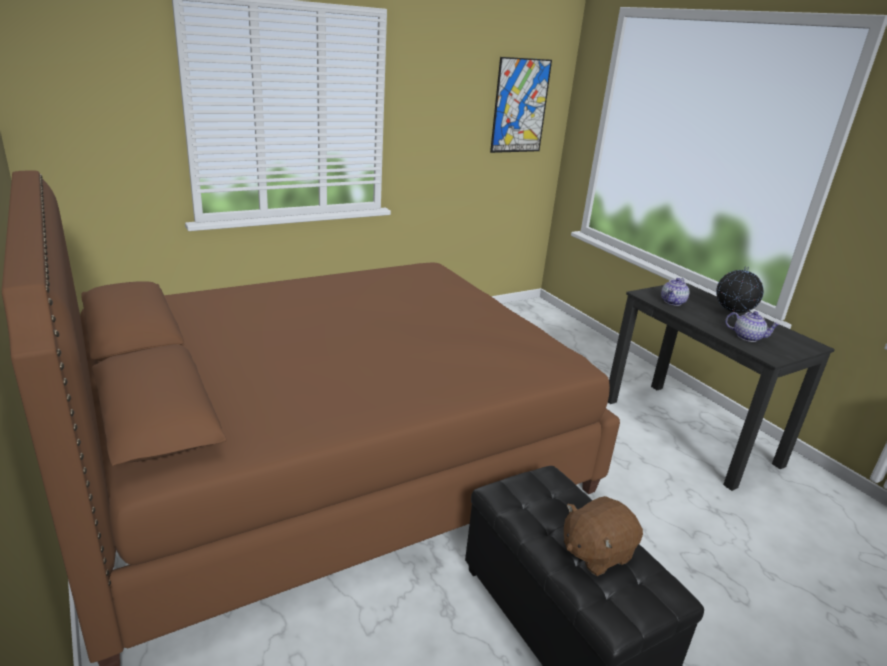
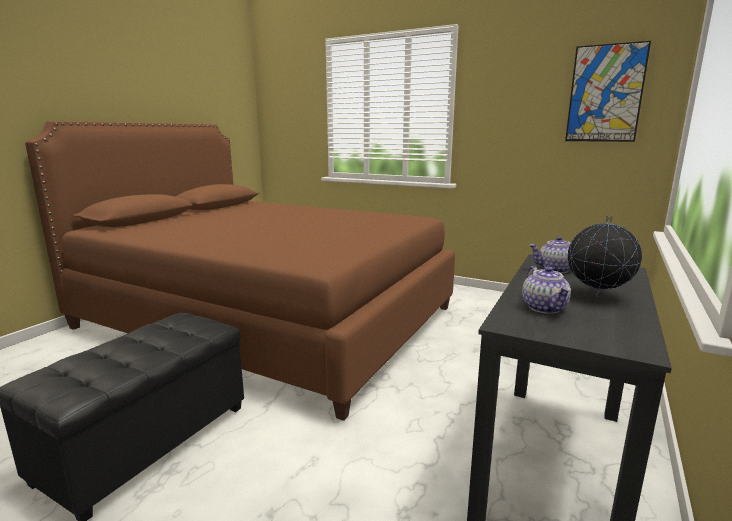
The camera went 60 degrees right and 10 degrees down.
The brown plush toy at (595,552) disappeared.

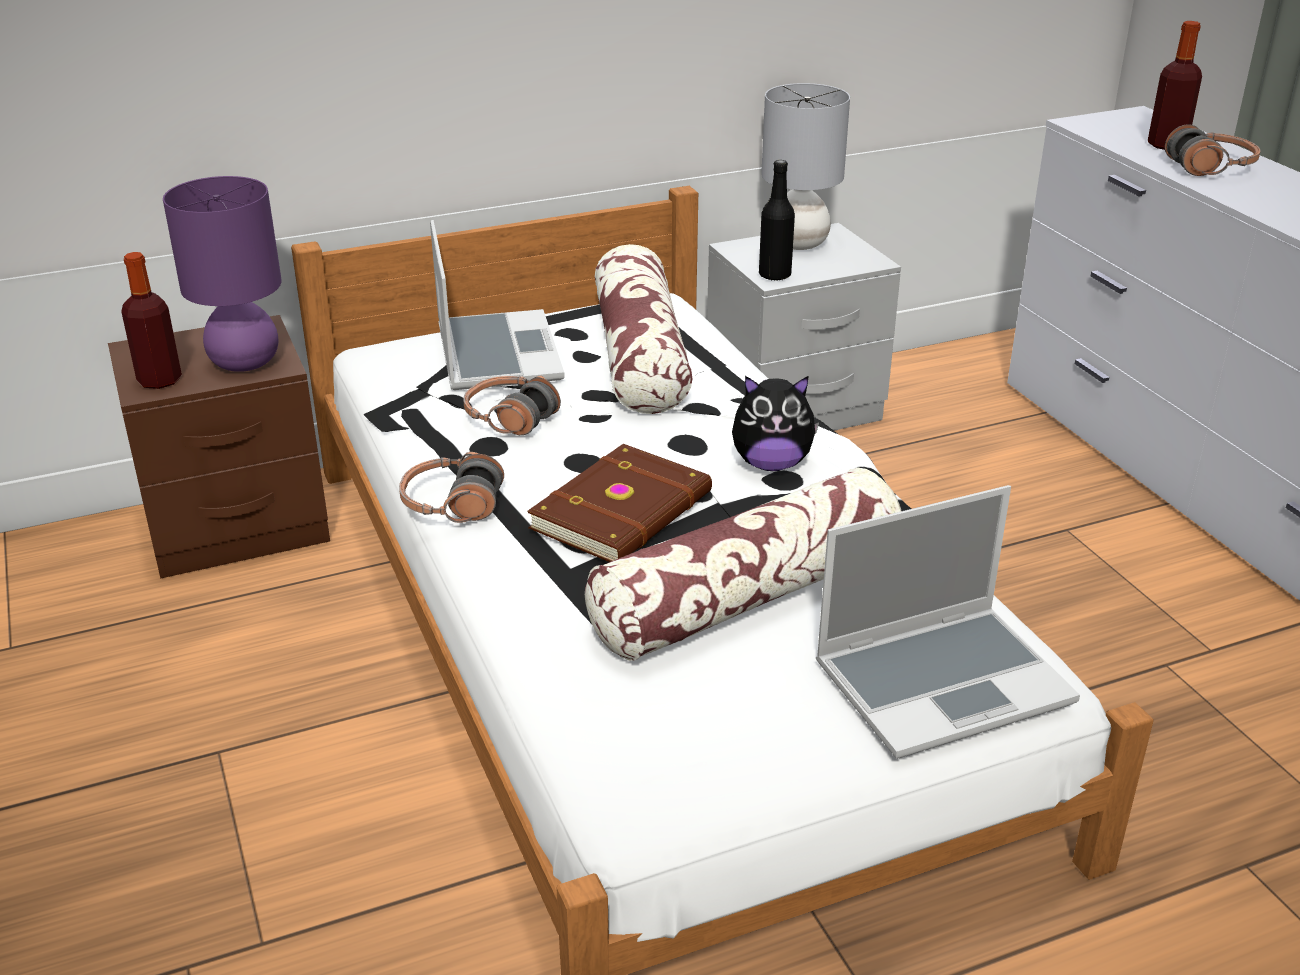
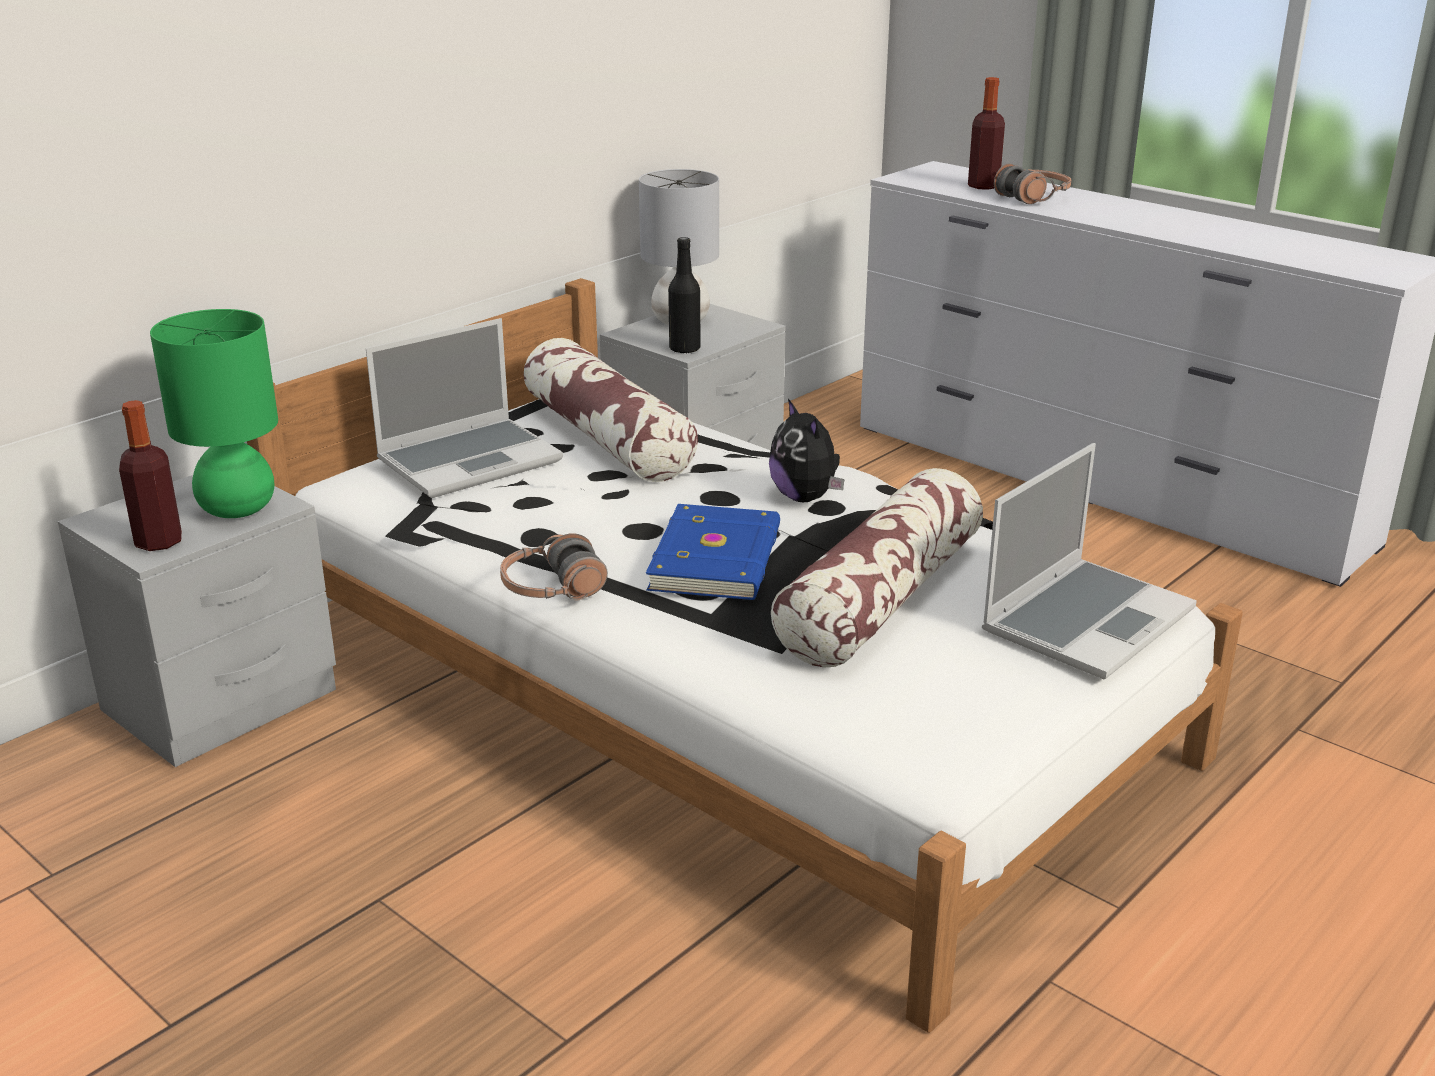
The camera went 25 degrees left and 5 degrees down.
The brown nightstand at (237,527) became the grey nightstand at (220,701).
The purple table lamp at (243,362) became the green table lamp at (236,509).
The laptop at (495,353) turned 90 degrees clockwise.
The brown book at (625,511) became the blue book at (718,559).
The plush toy at (771,464) turned 90 degrees clockwise.
The headphones at (511,418) disappeared.

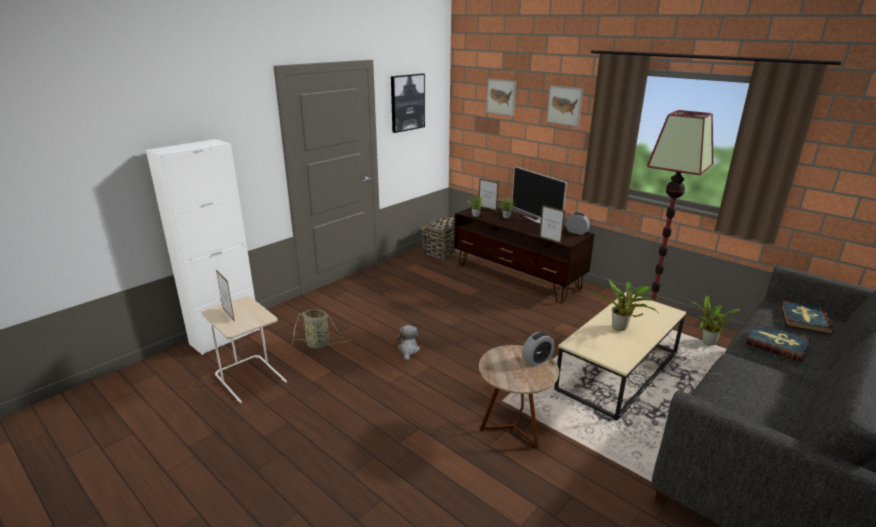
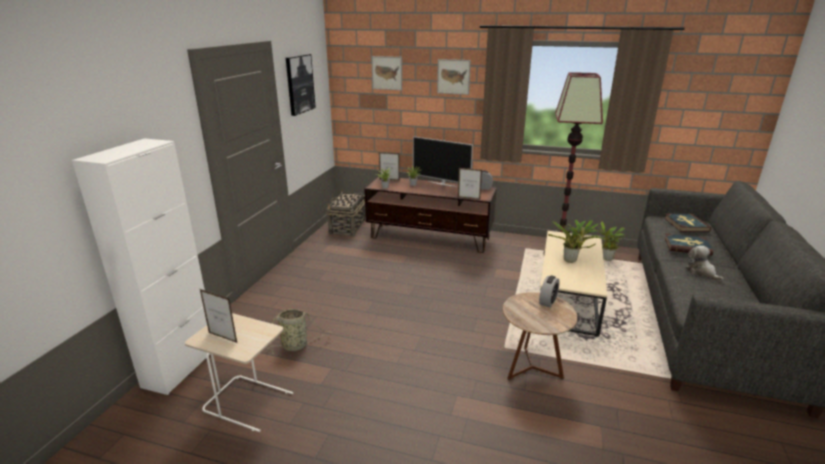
The camera went 25 degrees left and 0 degrees up.
The plush toy moved from (408,350) to (701,272).

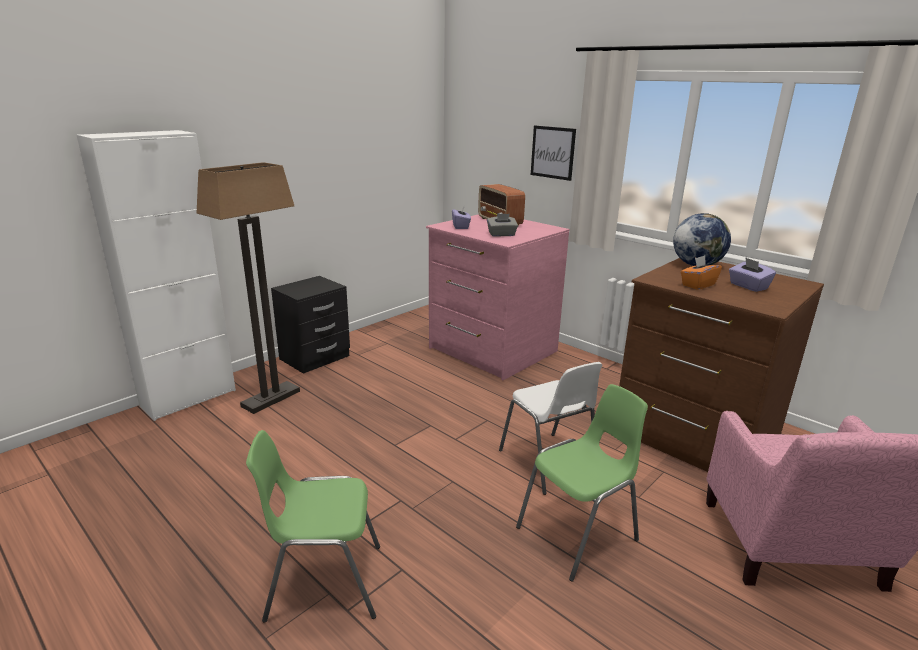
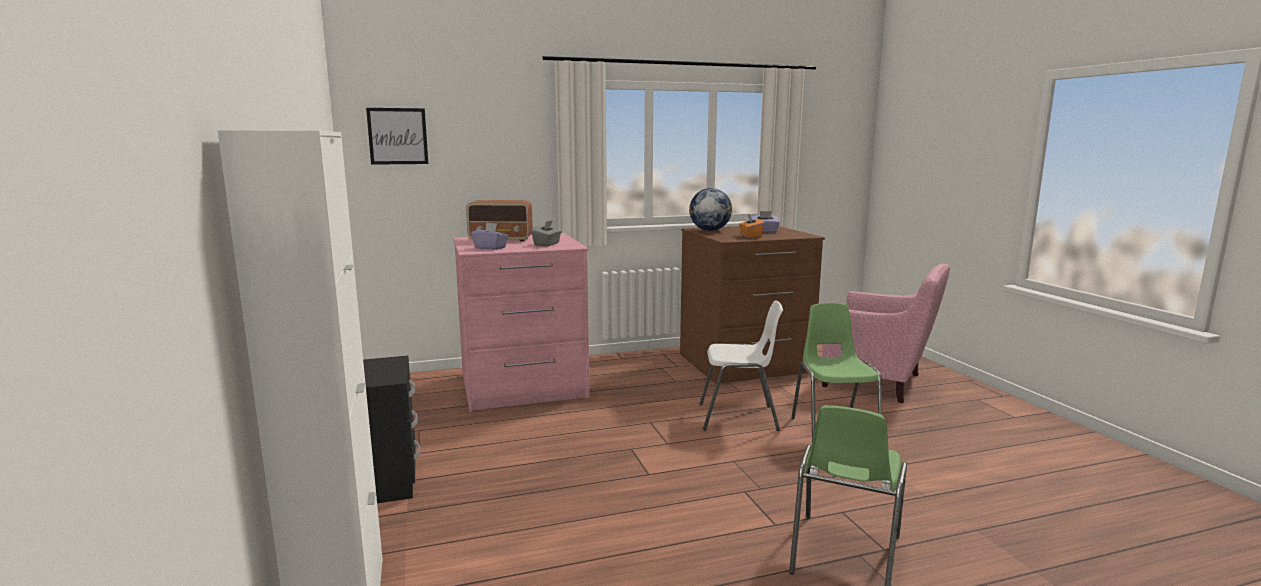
The camera went 60 degrees left and 10 degrees down.
The picture moved from (552,152) to (398,136).
The floor lamp at (271,399) disappeared.

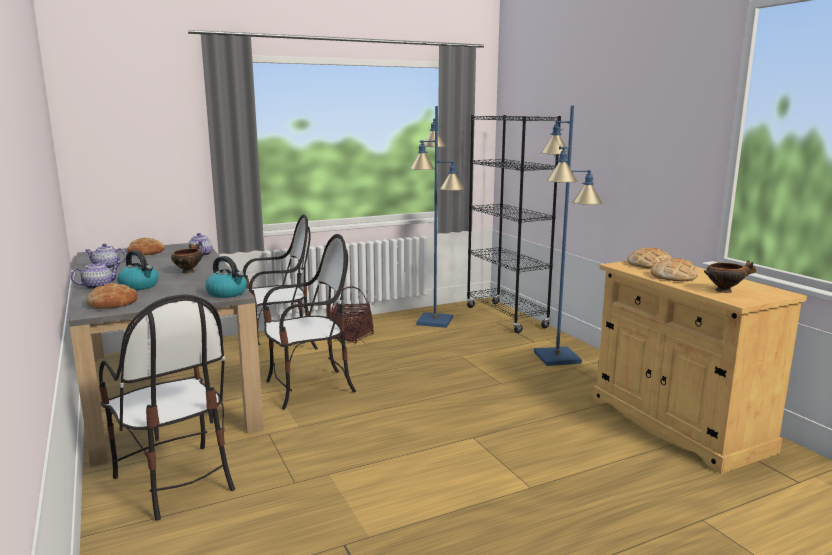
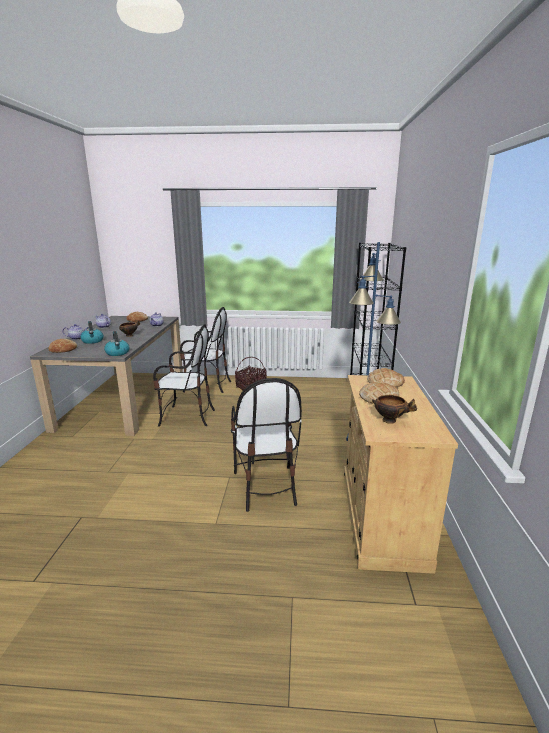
The camera went 30 degrees right and 5 degrees up.
The chair moved from (175,481) to (265,487).
The blue floor lamp at (435,321) disappeared.

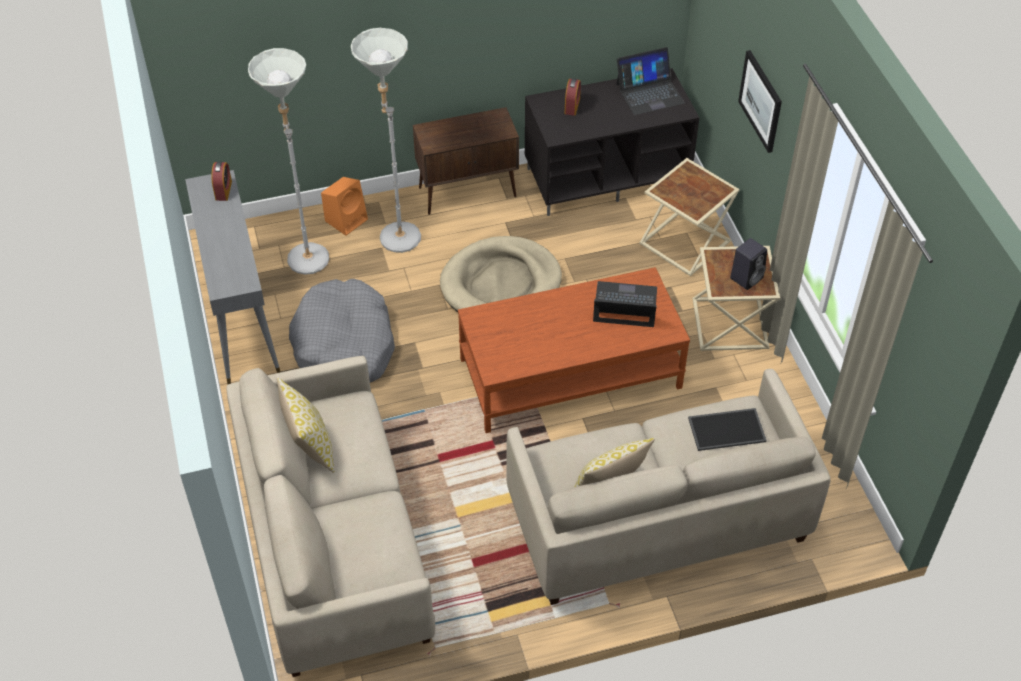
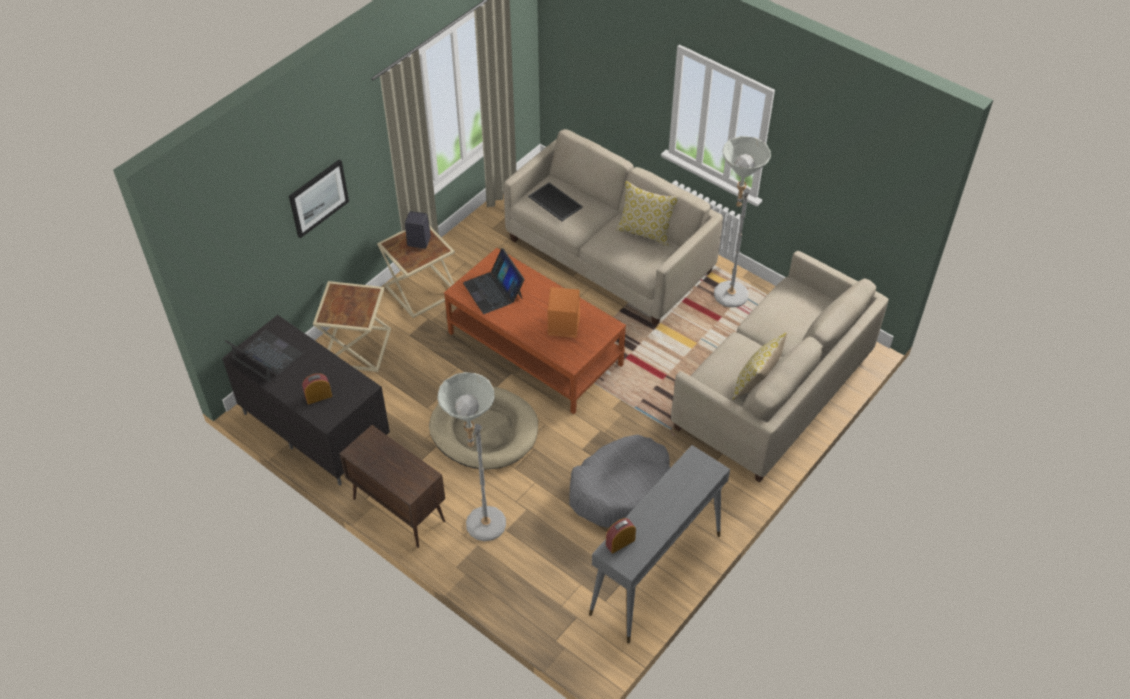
The camera went 125 degrees left and 0 degrees up.
The orange speaker moved from (347,219) to (562,326).
The grey floor lamp moved from (306,253) to (726,299).

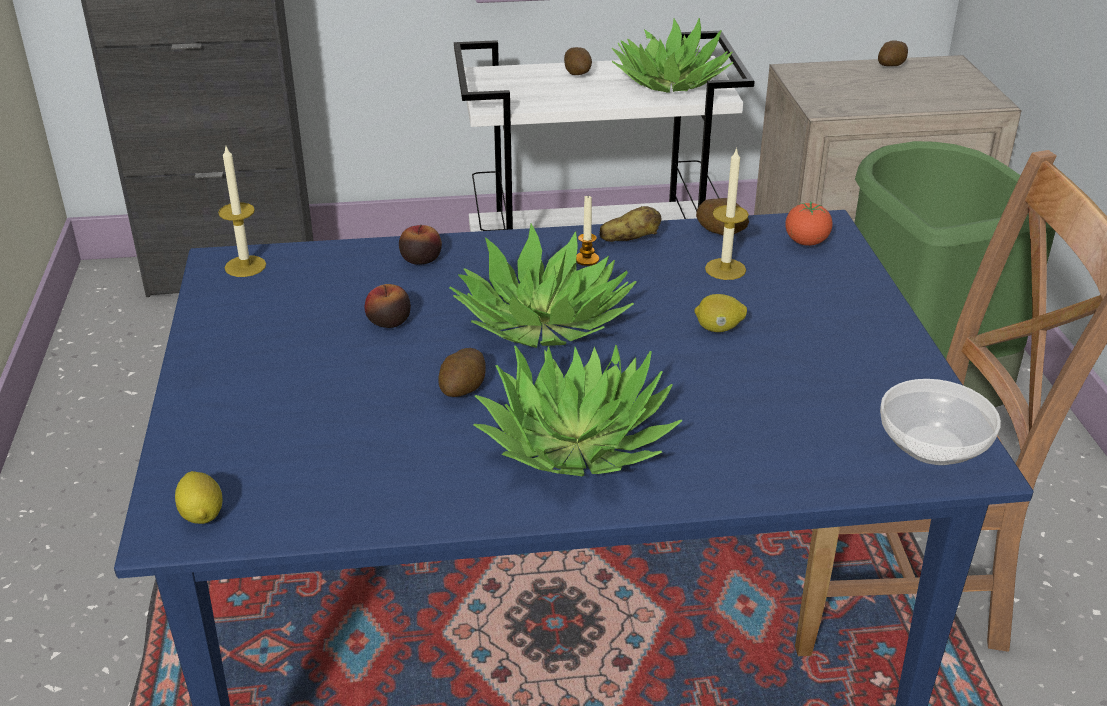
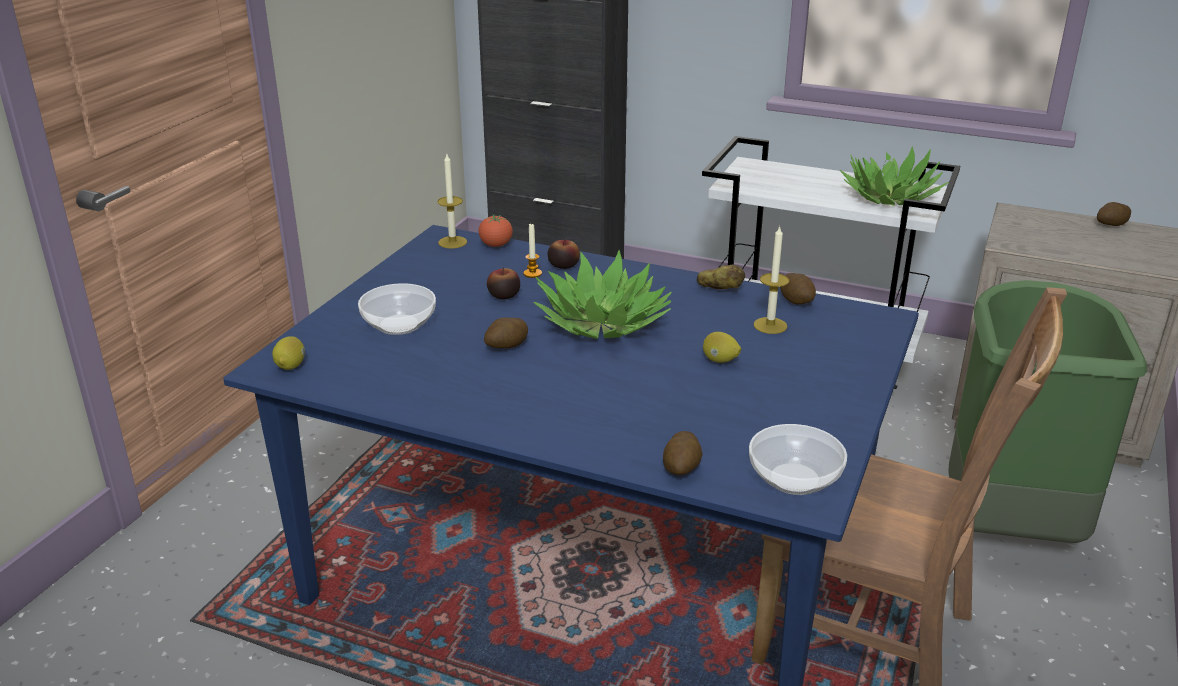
The camera went 30 degrees right and 5 degrees down.
The bowl at (400,325) appeared.
The tomato moved from (806,242) to (496,245).
The candle moved from (586,259) to (532,273).
The potato moved from (578,73) to (682,468).
The potted plant at (576,442) disappeared.

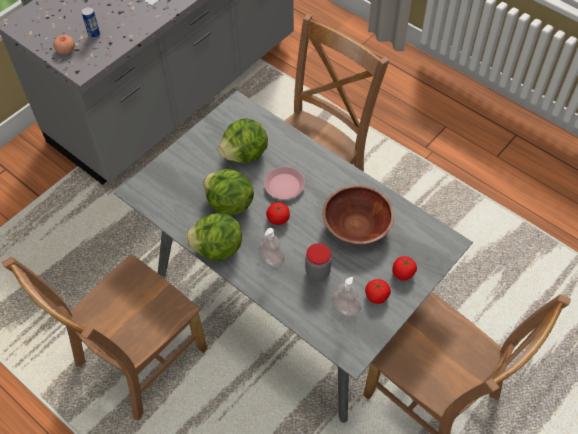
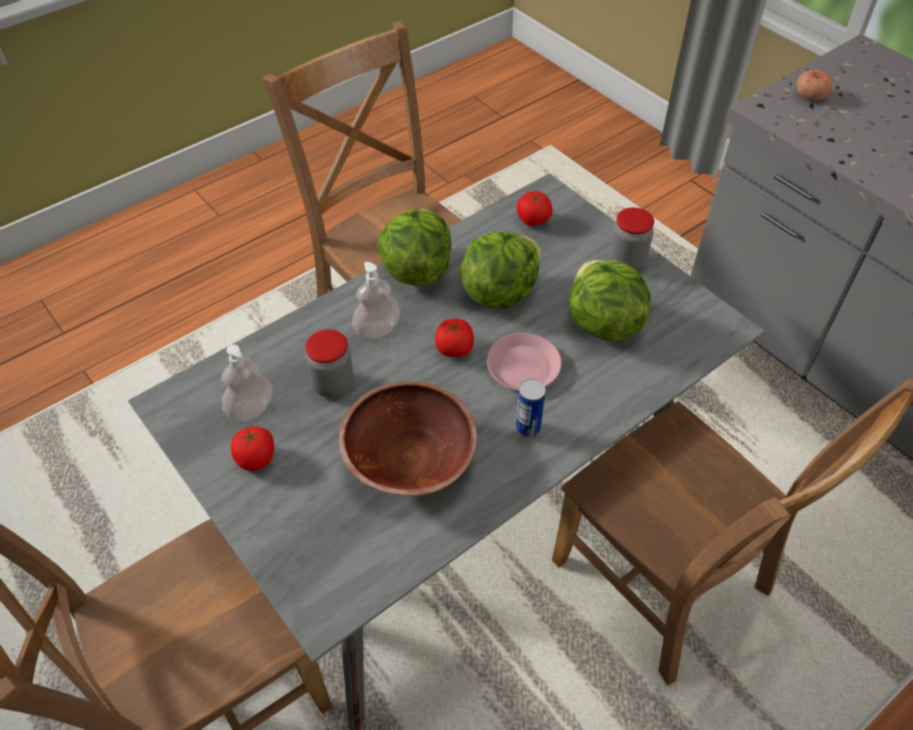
The camera went 100 degrees right and 5 degrees down.
The can moved from (94,35) to (528,429).
The tomato moved from (403,273) to (533,220).
The jar at (626,260) appeared.

